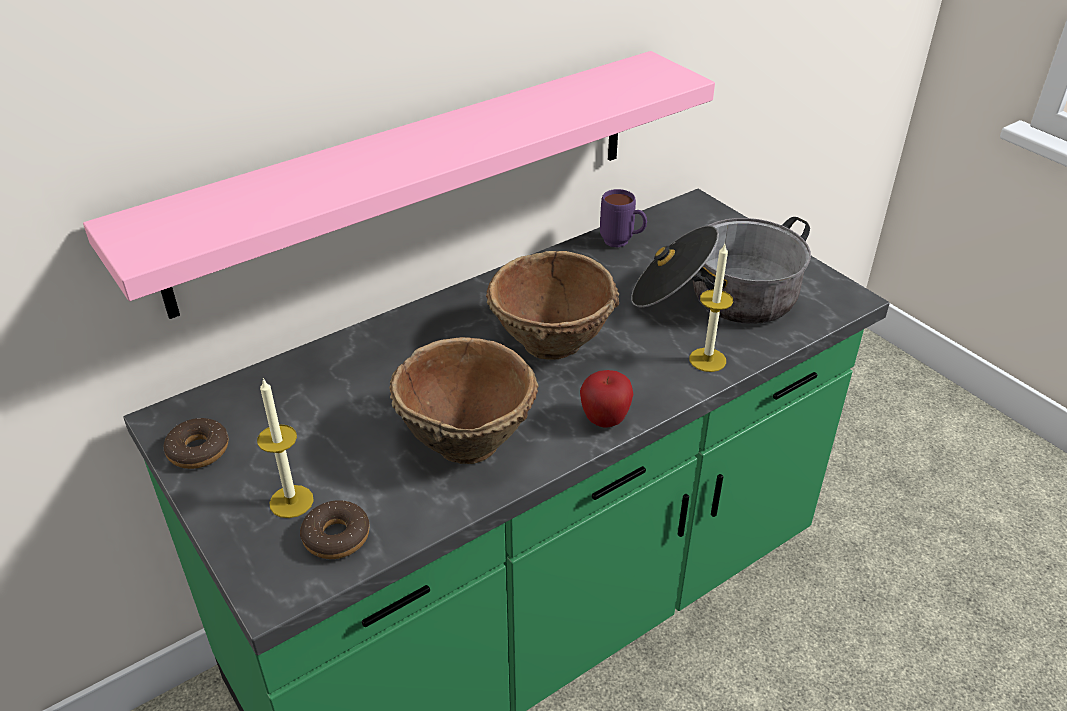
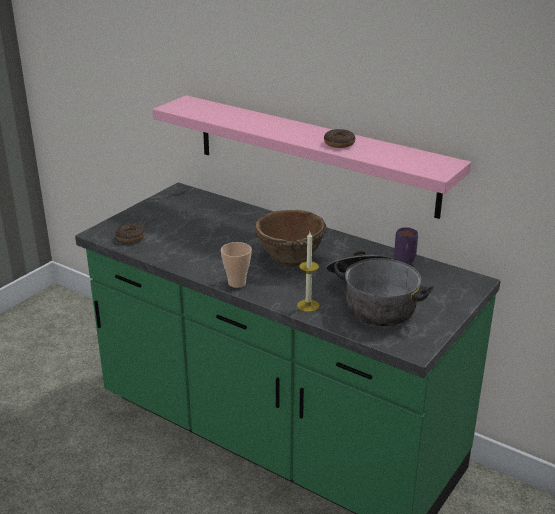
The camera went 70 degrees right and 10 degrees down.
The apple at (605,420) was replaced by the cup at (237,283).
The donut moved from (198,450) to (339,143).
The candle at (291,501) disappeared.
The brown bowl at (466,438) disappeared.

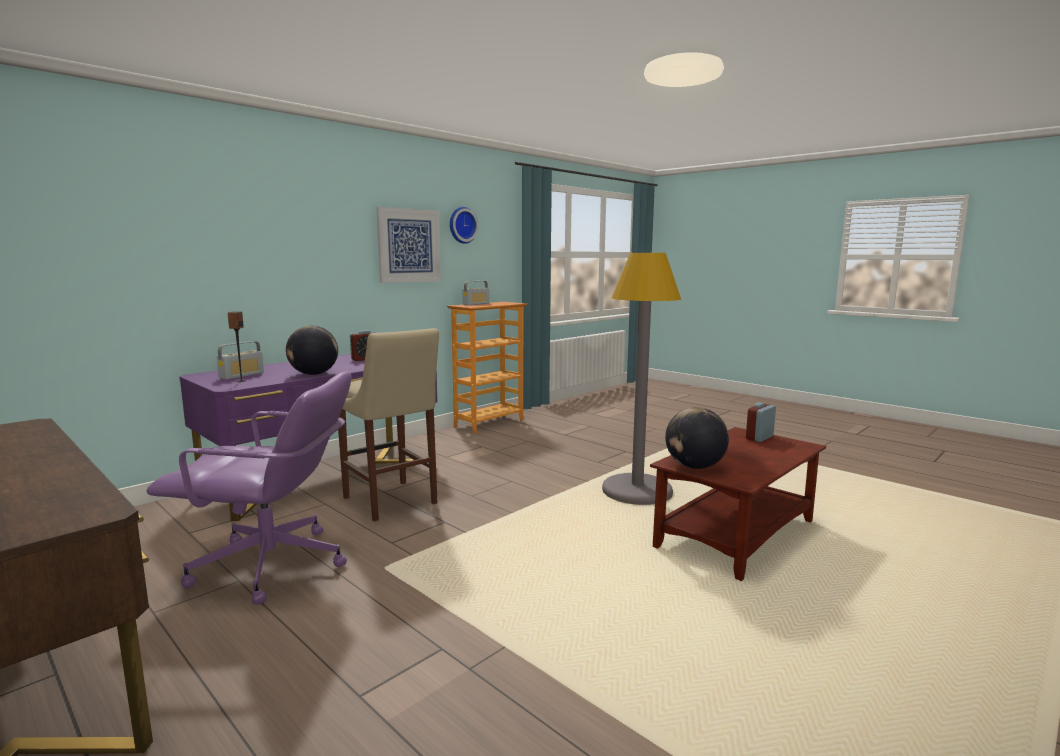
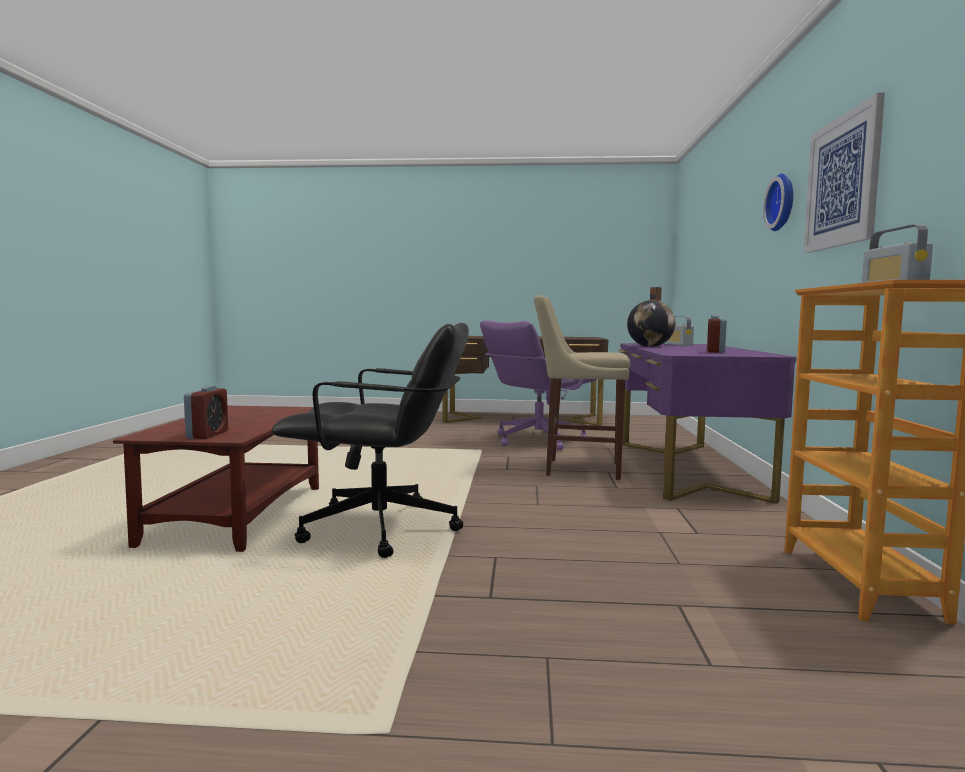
The camera went 140 degrees right and 5 degrees down.
The grey floor lamp at (637,491) was replaced by the black office chair at (382,529).
The wall clock moved from (461,225) to (783,202).
The globe at (694,466) disappeared.

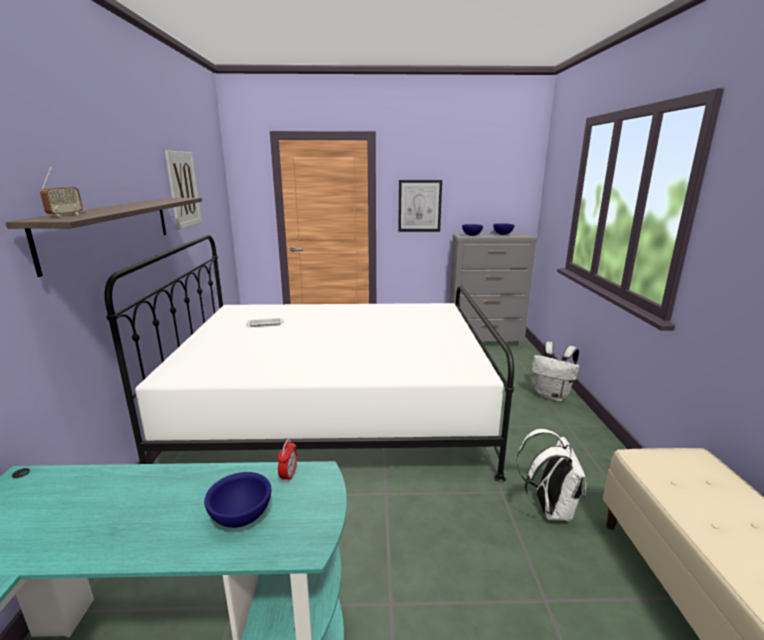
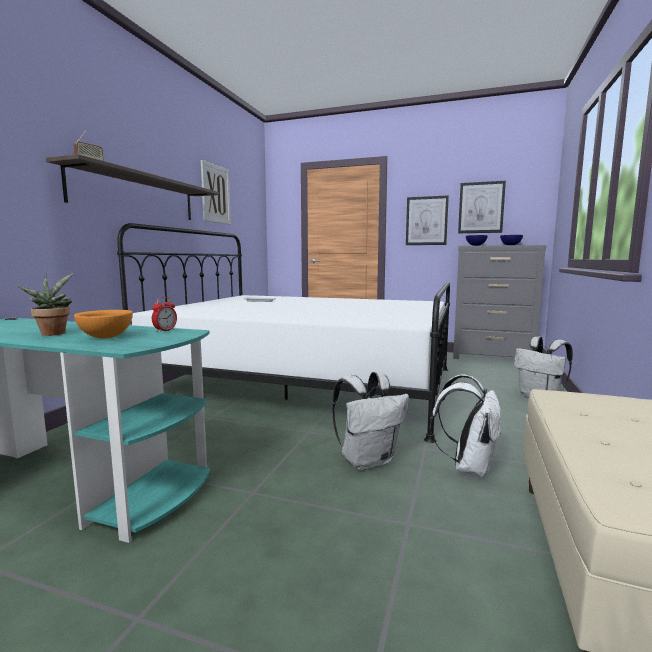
The camera went 20 degrees right and 10 degrees down.
The potted plant at (54,333) appeared.
The blue bowl at (242,517) became the orange bowl at (107,337).
The white backpack at (368,460) appeared.
The picture at (481,207) appeared.

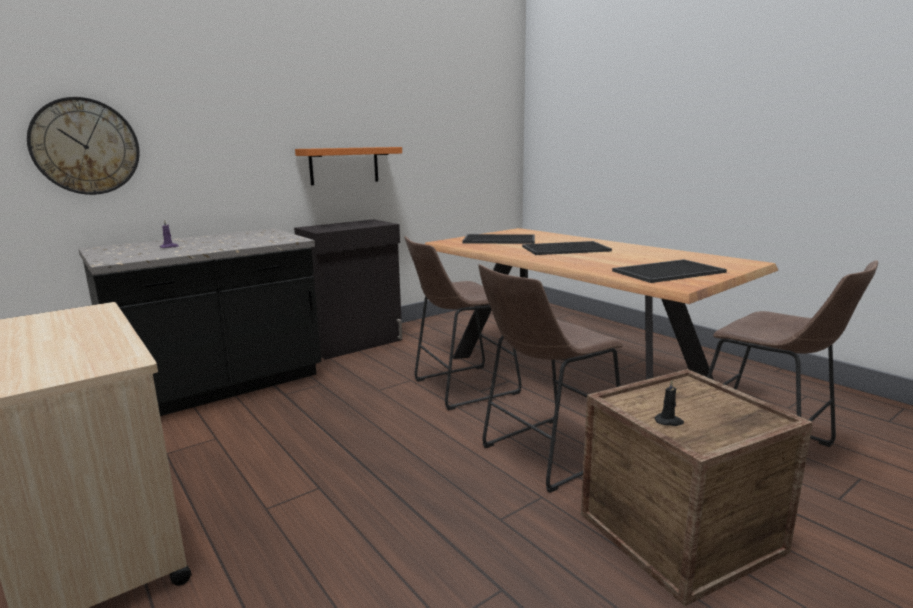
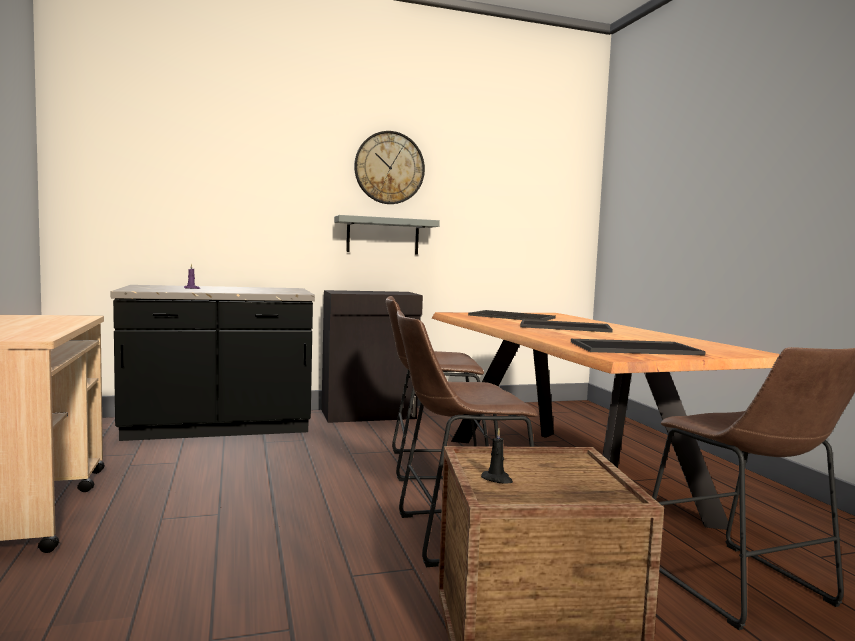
The camera went 20 degrees right and 10 degrees down.
The orange shelf at (344,165) became the grey shelf at (383,236).
The wall clock moved from (85,146) to (389,168).

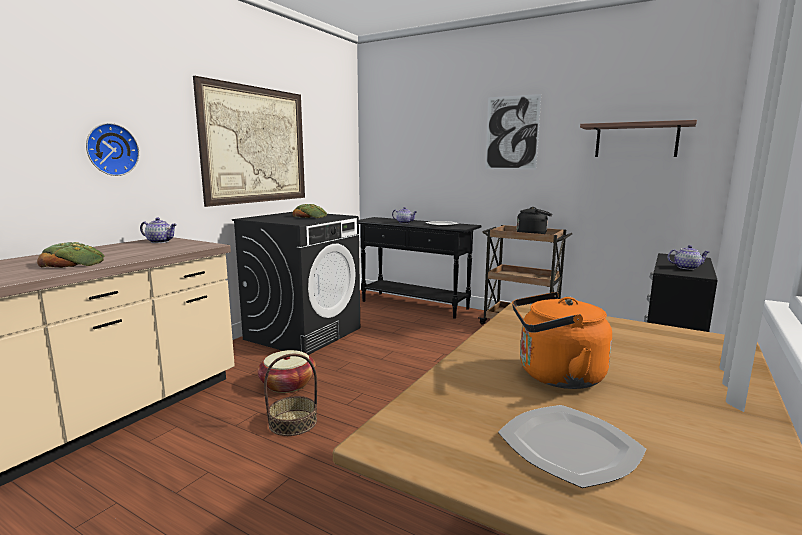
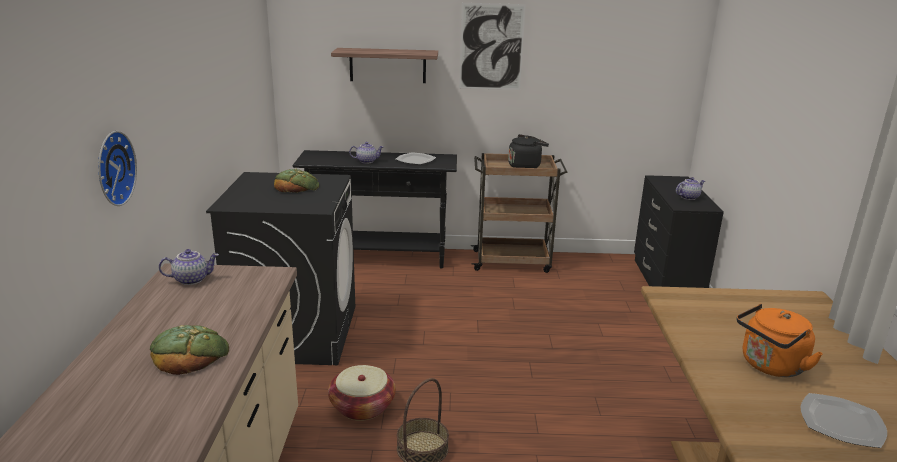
The camera went 30 degrees left and 10 degrees up.
The shelf moved from (636,140) to (387,65).
The picture at (255,145) disappeared.

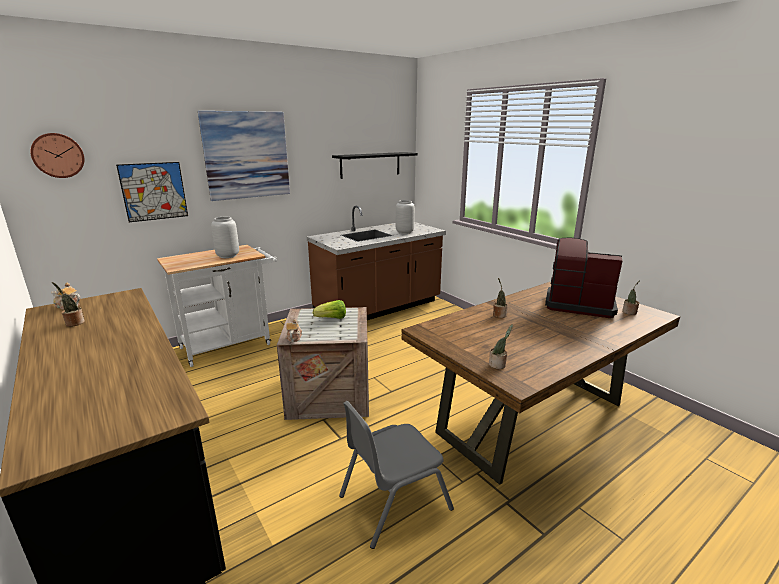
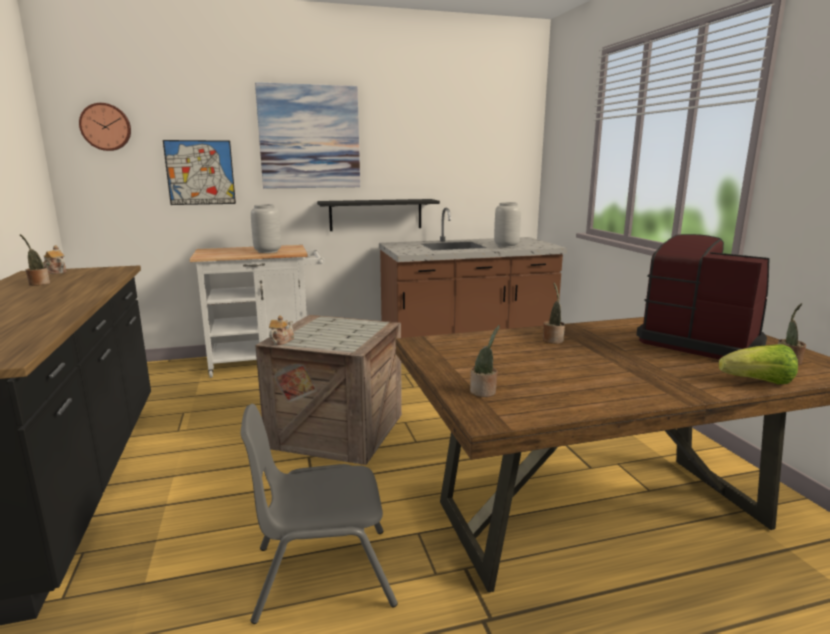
The camera went 20 degrees right and 5 degrees down.
The black shelf moved from (370,165) to (376,214).
The lettuce moved from (332,318) to (758,382).

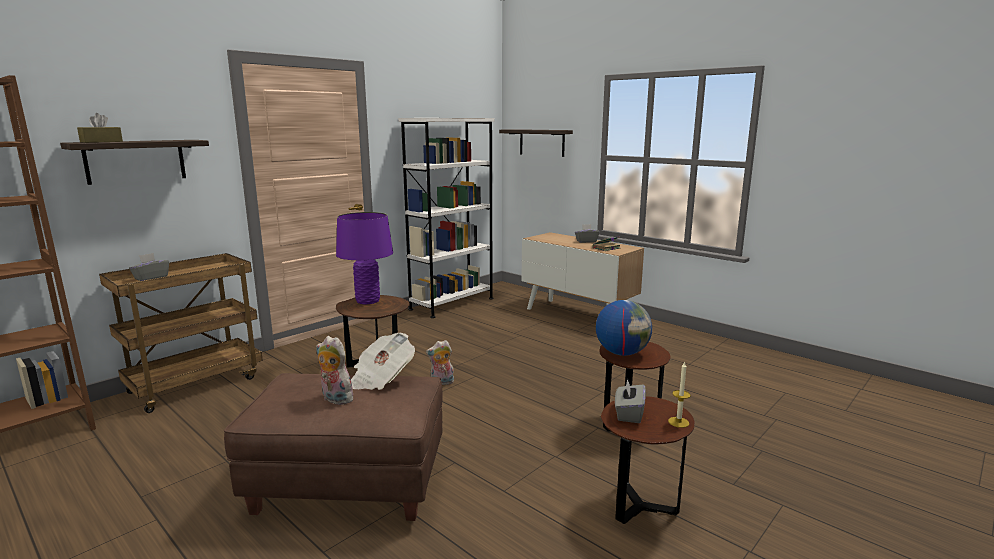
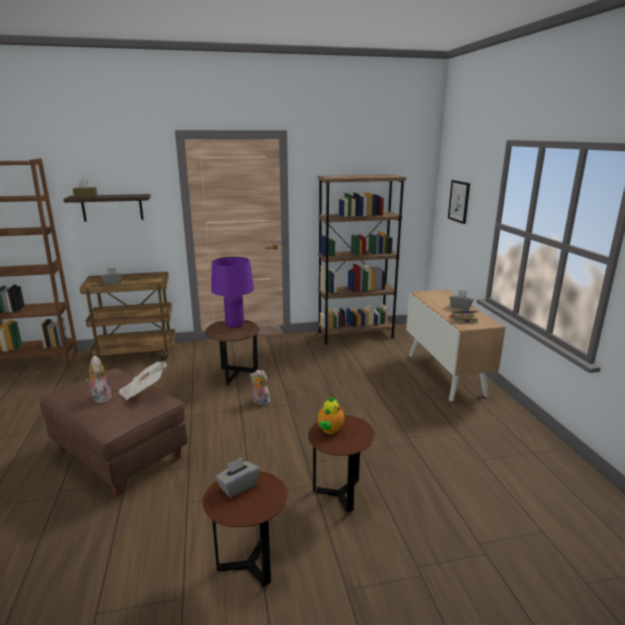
The camera went 35 degrees right and 5 degrees up.
The globe at (622,353) was replaced by the teapot at (329,430).
The white bookcase at (452,304) became the brown bookcase at (355,335).
The shelf at (542,142) was replaced by the picture at (459,201).
The candle at (678,422) disappeared.

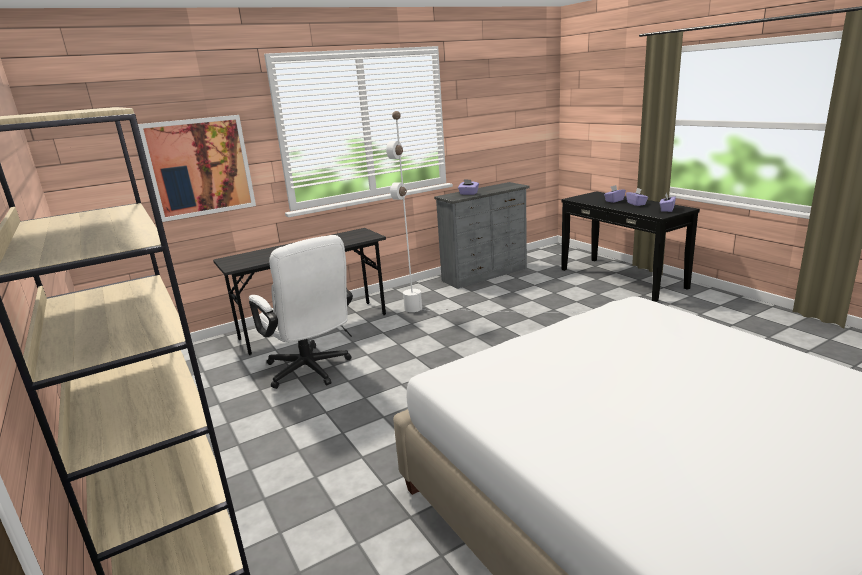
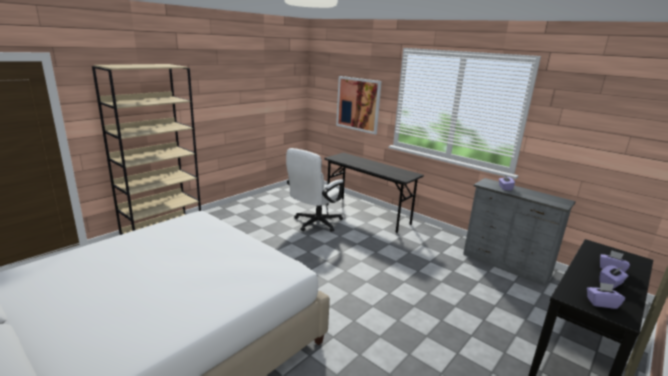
The camera went 70 degrees right and 0 degrees up.
The white floor lamp at (462,310) disappeared.

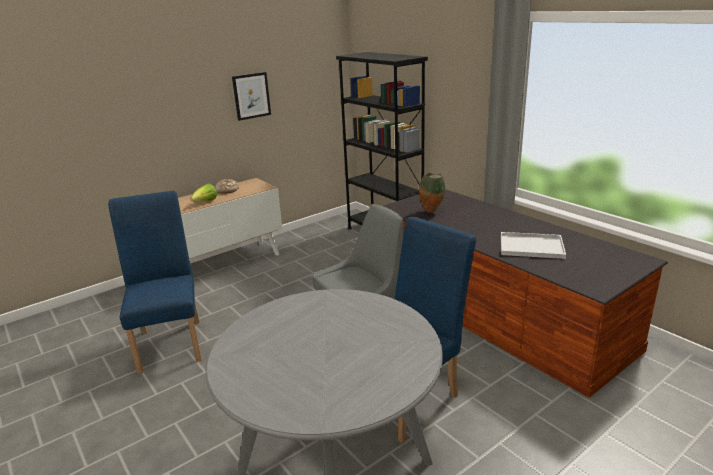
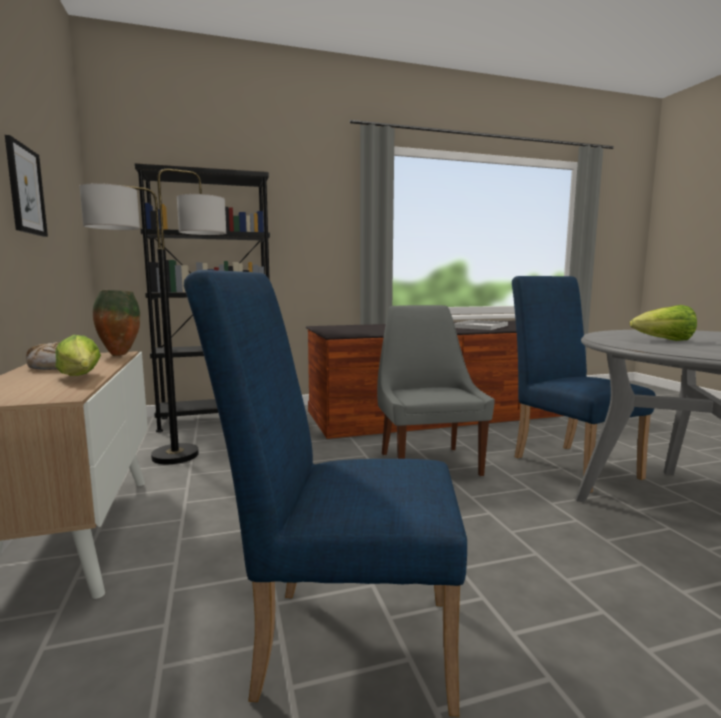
The camera went 70 degrees left and 15 degrees down.
The floor lamp at (175,455) appeared.
The vase moved from (431,211) to (119,355).
The lettuce at (664,340) appeared.

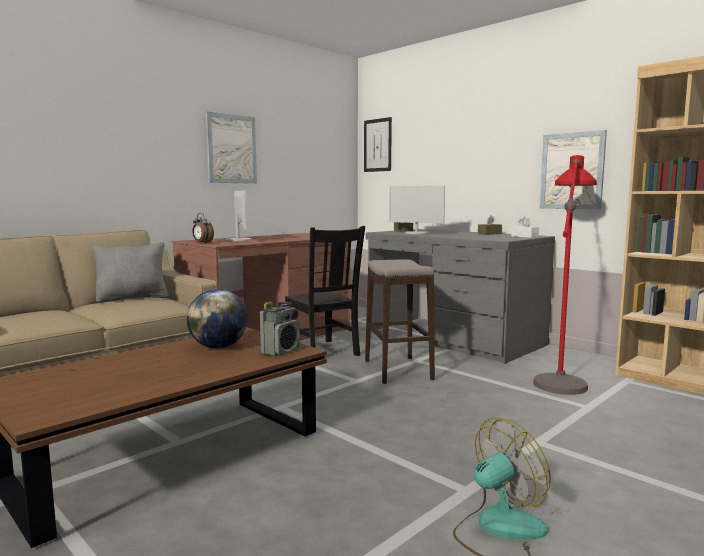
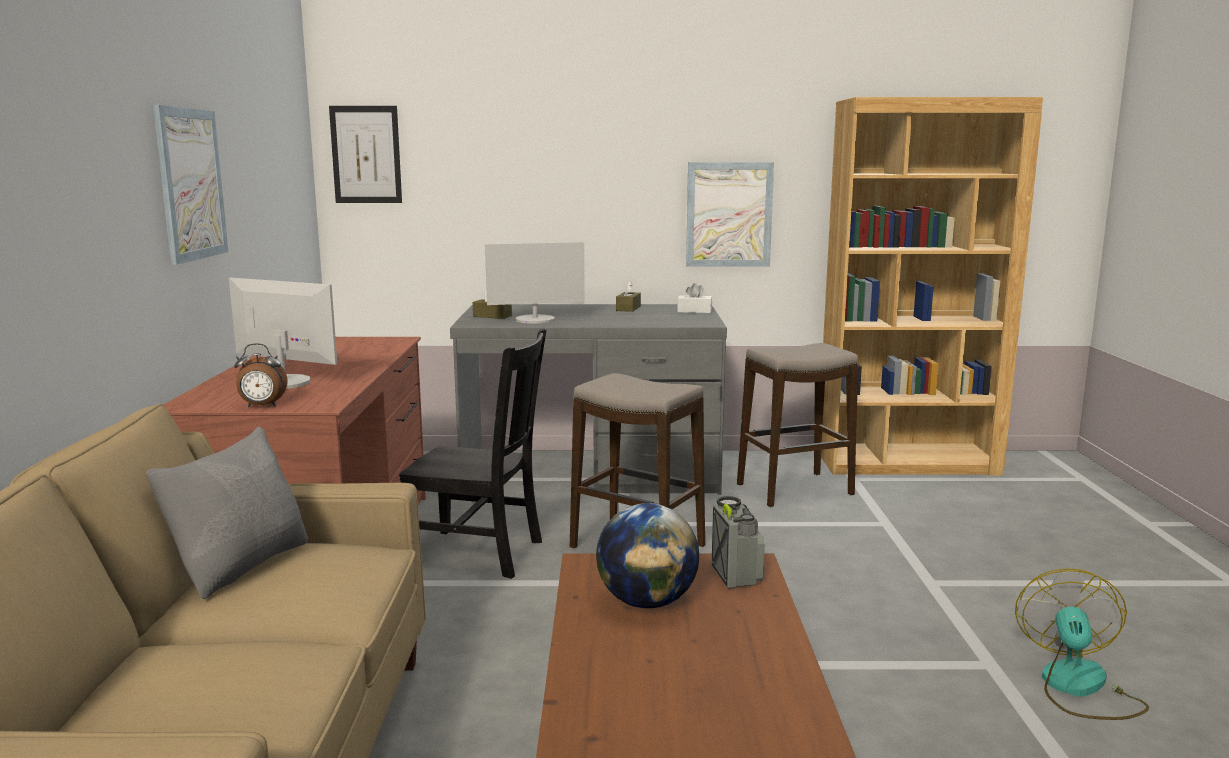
The camera went 45 degrees left and 5 degrees up.
The red floor lamp at (562,374) was replaced by the stool at (794,490).

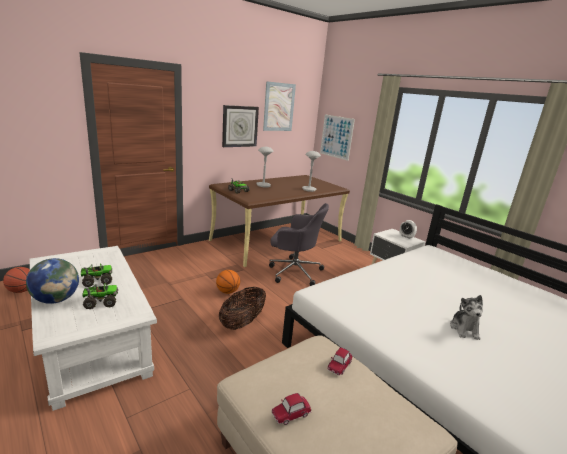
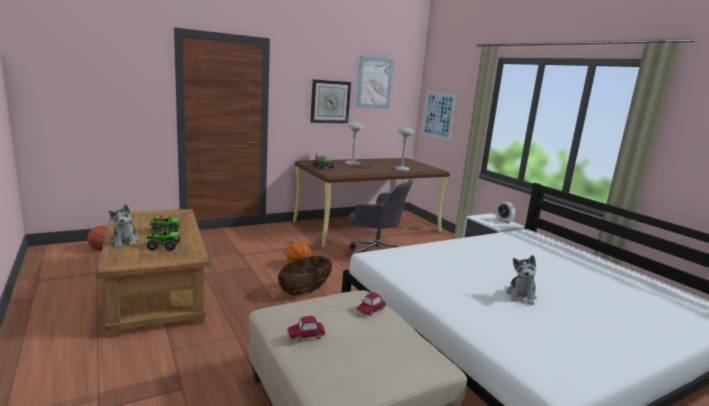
The camera went 10 degrees right and 5 degrees down.
The white coffee table at (92,339) became the brown coffee table at (156,291).
The globe at (56,299) was replaced by the plush toy at (125,242).

